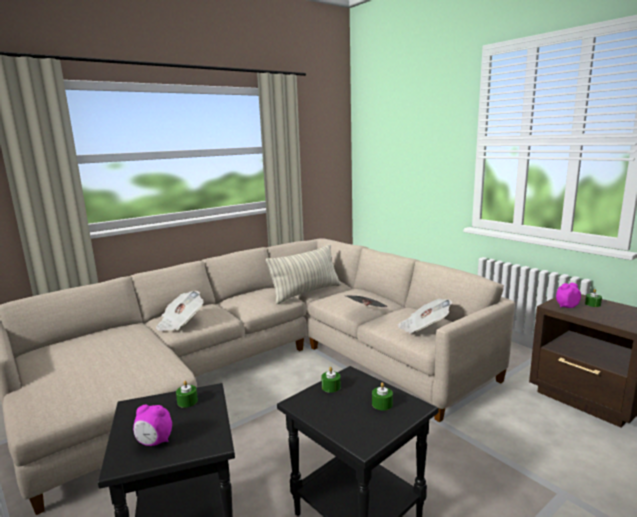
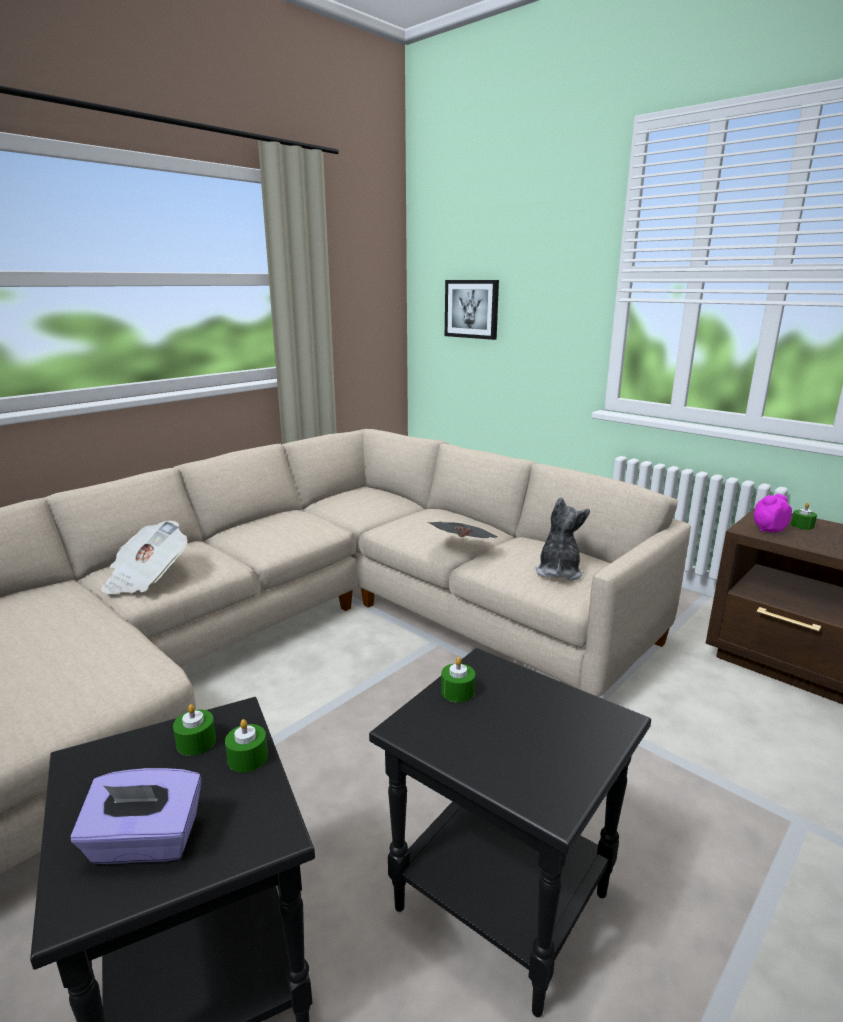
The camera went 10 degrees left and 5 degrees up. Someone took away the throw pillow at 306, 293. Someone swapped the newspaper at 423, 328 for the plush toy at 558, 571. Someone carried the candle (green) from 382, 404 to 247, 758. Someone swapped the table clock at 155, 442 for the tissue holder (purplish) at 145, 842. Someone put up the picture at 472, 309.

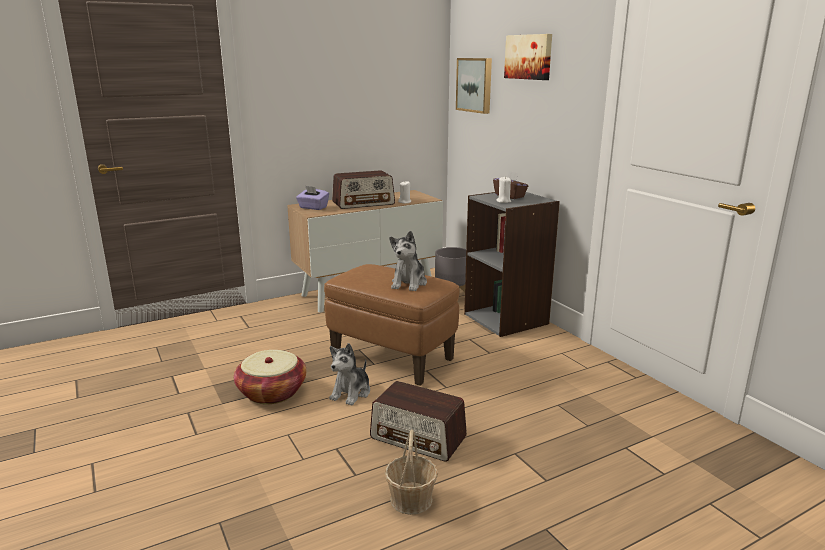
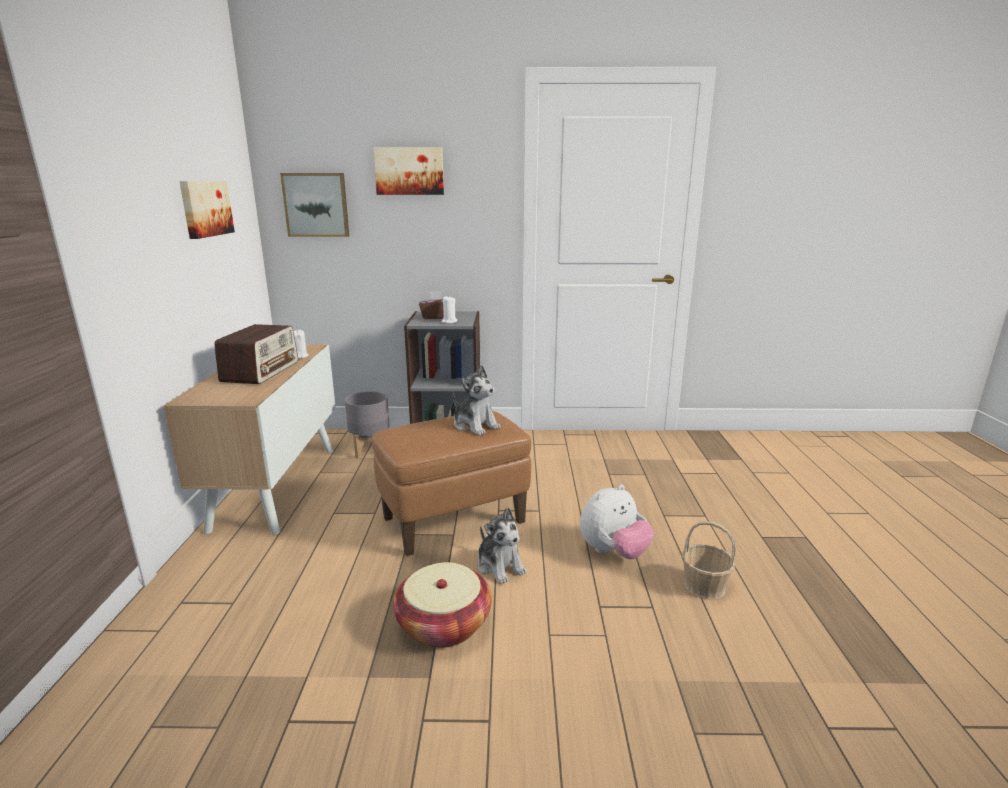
The camera went 60 degrees left and 0 degrees up. Someone took away the tissue holder (purplish) at 313, 207. Someone swapped the radio at 418, 438 for the plush toy at 613, 552. Someone put up the picture at 205, 208.

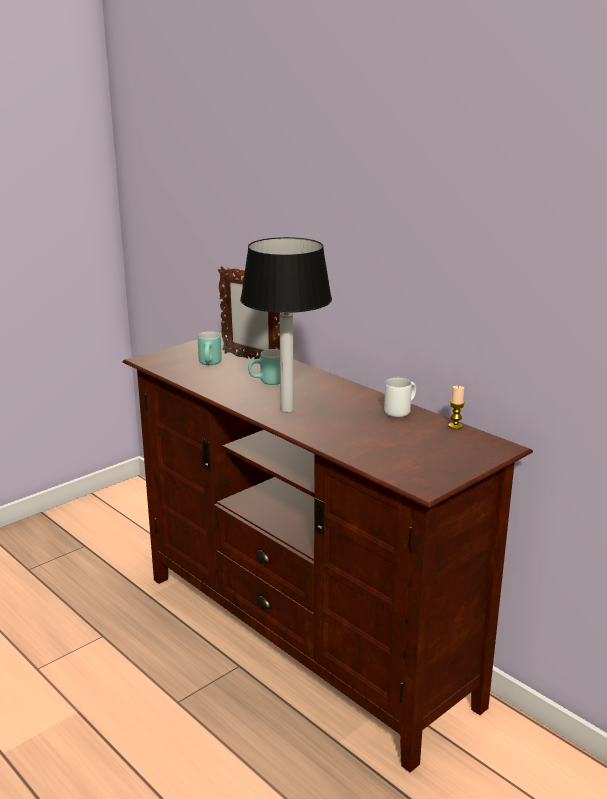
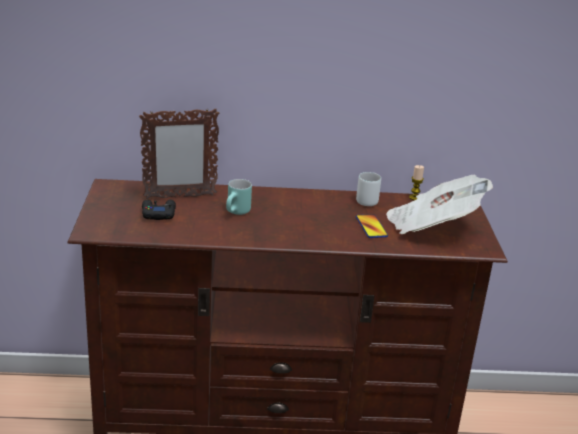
The camera went 50 degrees left and 5 degrees up. Someone took away the table lamp at 286, 409. Someone swapped the coffee mug (turquoise) at 211, 364 for the game controller (blackish) at 158, 214. Someone put down the newspaper at 432, 226. Someone put down the phone at 371, 227.

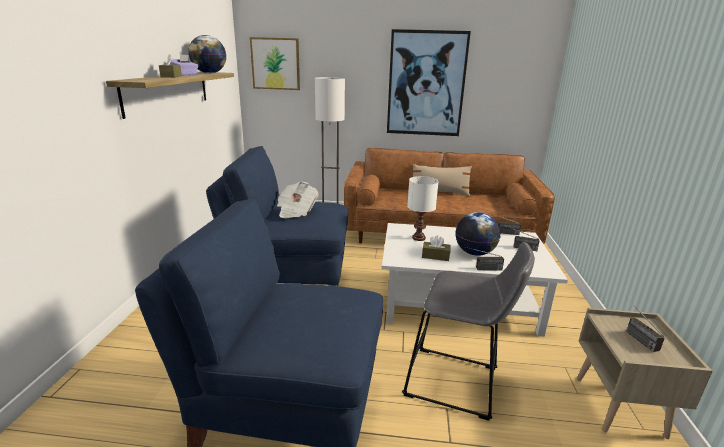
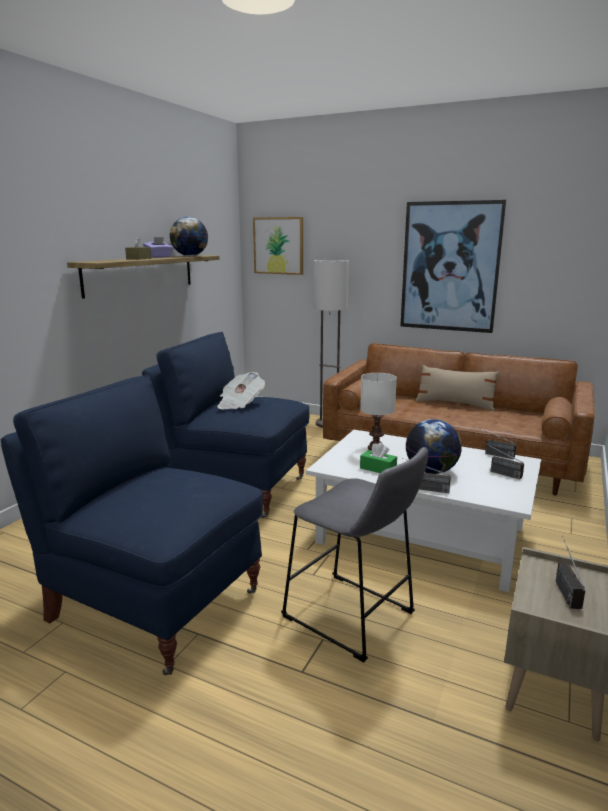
The camera went 20 degrees right and 5 degrees down. Someone repainted the tissue holder (brownish) at 435, 256, which became the tissue holder (green) at 378, 469.

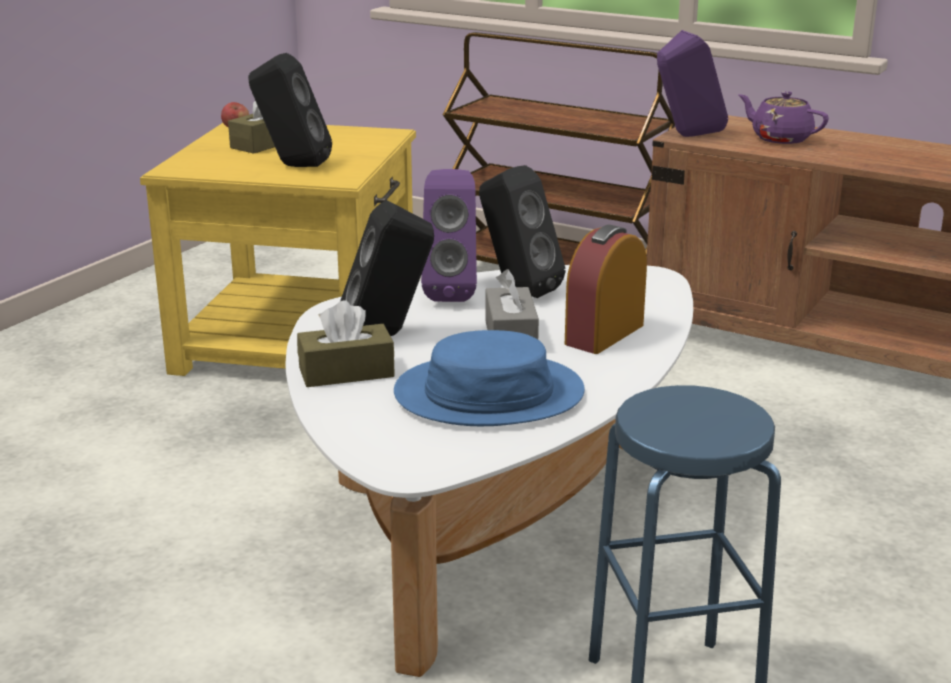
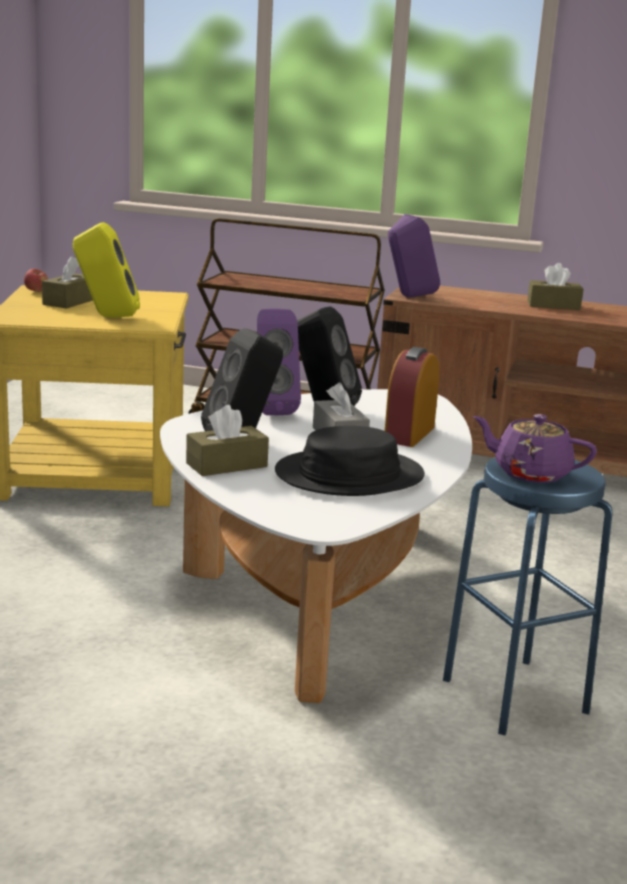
The camera went 15 degrees left and 5 degrees down. Someone repainted the loudspeaker (blackish) at 292, 166, which became the loudspeaker (yellow) at 106, 317. Someone carried the teapot (purplish) from 780, 138 to 530, 473. Someone repainted the wearable hat (bluish) at 489, 394, which became the wearable hat (blackish) at 349, 475. Someone put down the tissue holder (brownish) at 553, 305.

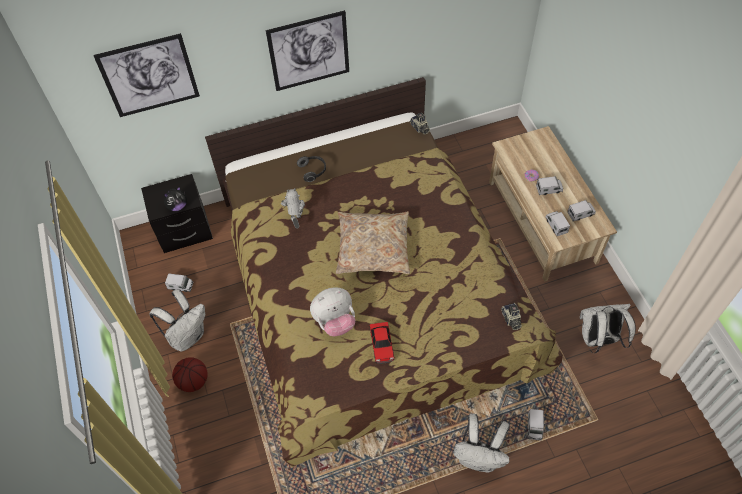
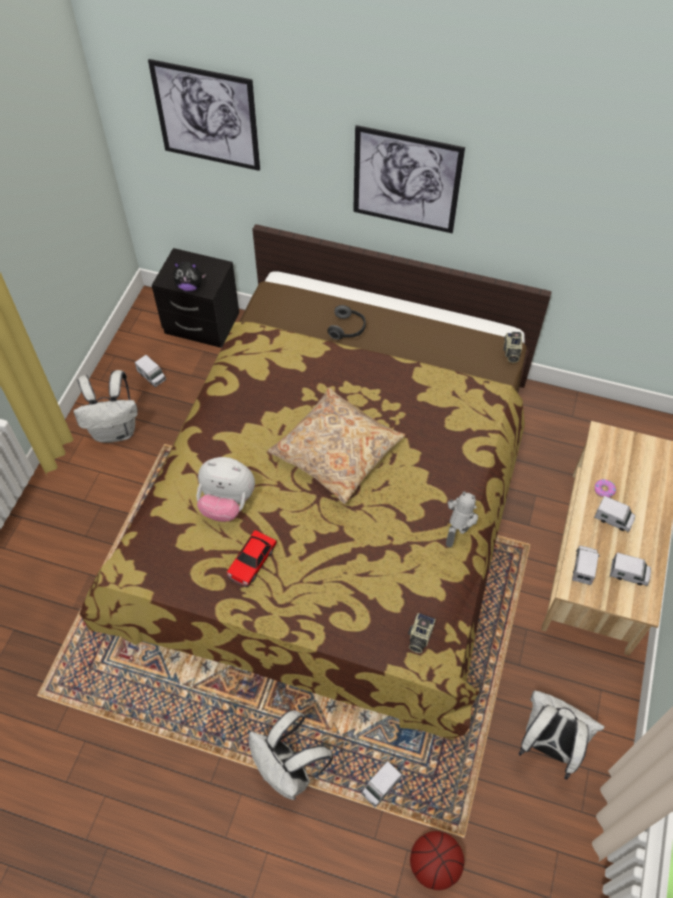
The camera went 35 degrees right and 0 degrees up. Someone carried the model robot from 296, 220 to 456, 533. Someone carried the basketball ball from 193, 381 to 434, 865.

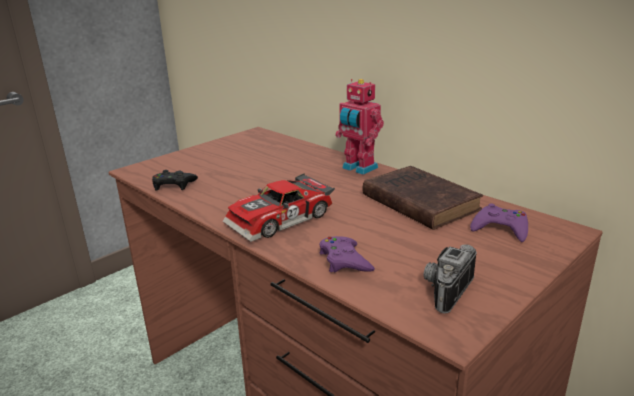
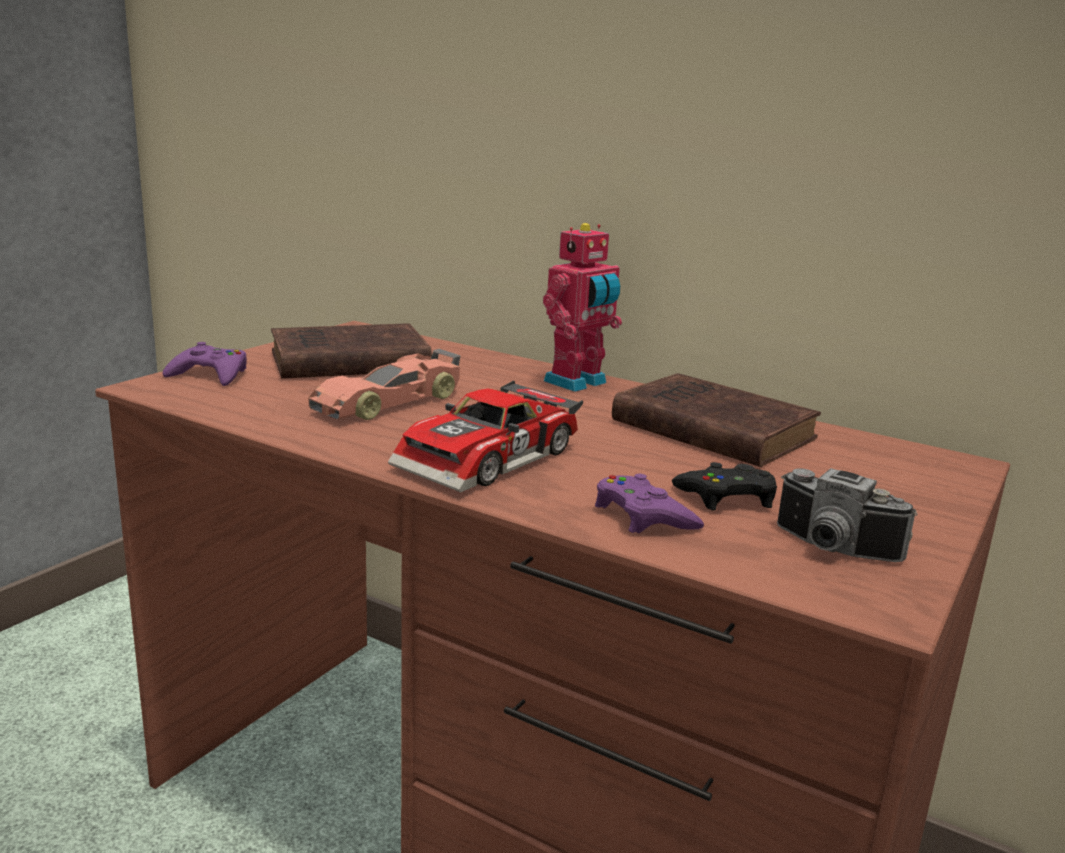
The camera went 15 degrees left and 5 degrees down. Someone rotated the model robot at 358, 168 by 75 degrees counterclockwise. Someone carried the game controller (blackish) from 173, 185 to 727, 497. Someone carried the game controller (purplish) from 500, 228 to 210, 374. Someone rotated the photo camera at 443, 289 by 75 degrees counterclockwise. Someone put down the bound book (brownish) at 345, 362. Someone put down the miniature car at 390, 402.

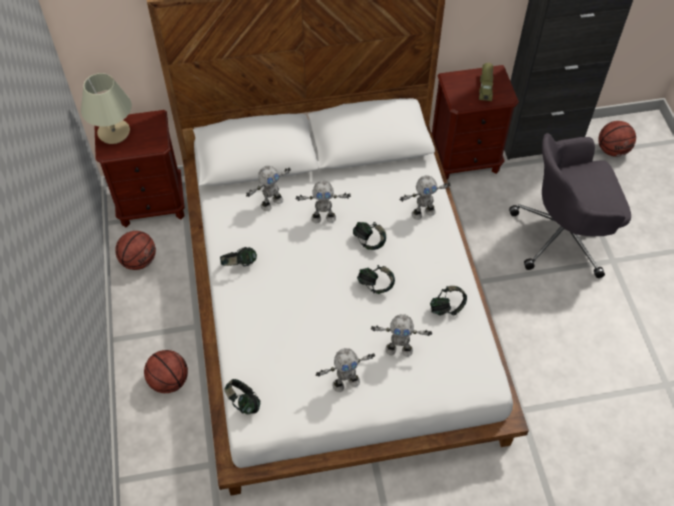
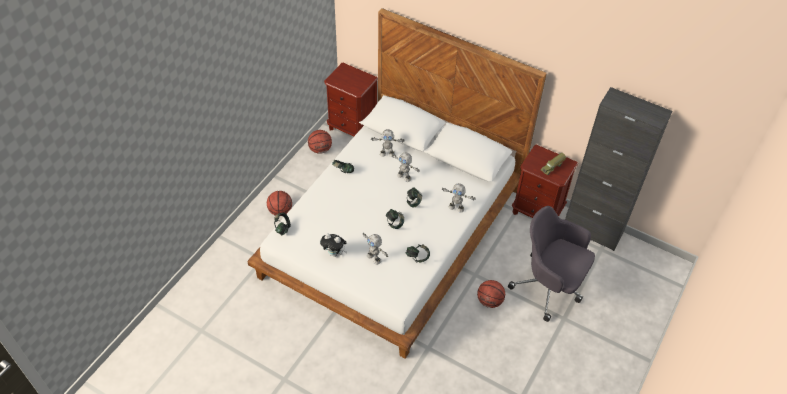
The camera went 40 degrees right and 5 degrees down. Someone took away the table lamp (sand-coloured) at 113, 132. Someone carried the basketball ball from 612, 150 to 489, 301. Someone swapped the model robot at 345, 382 for the plush toy at 334, 253.

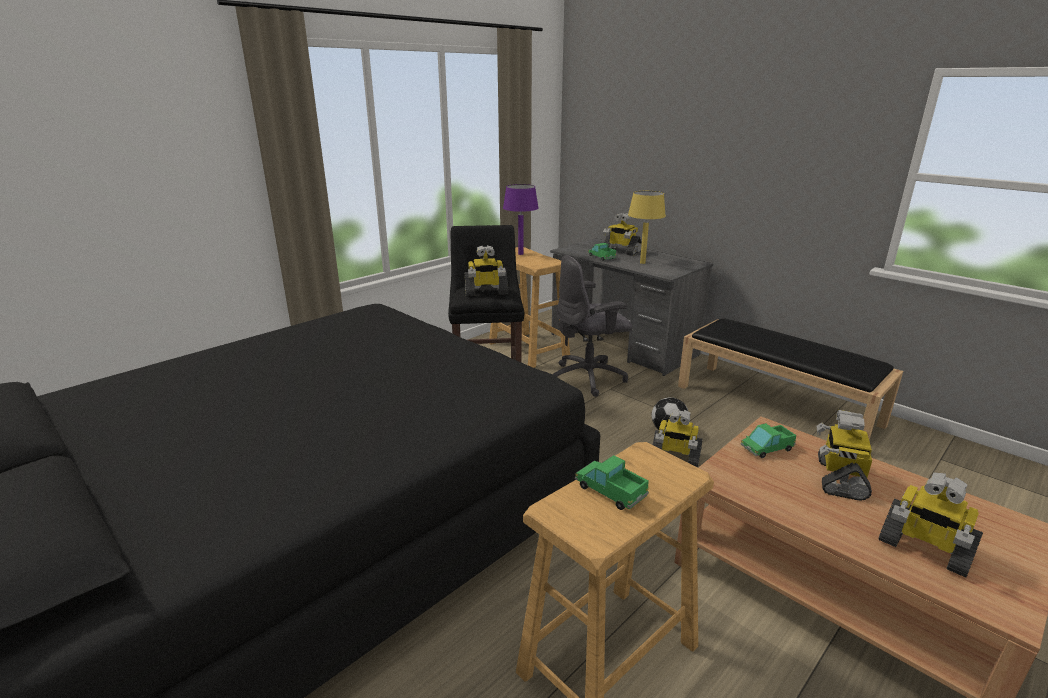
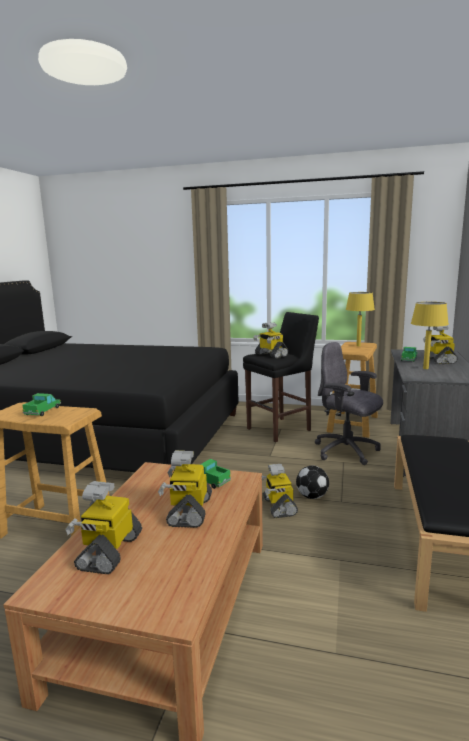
The camera went 60 degrees right and 10 degrees down. Someone repainted the table lamp (purplish) at 520, 254, which became the table lamp (yellow) at 358, 345. Someone rotated the model robot at 839, 478 by 75 degrees counterclockwise.

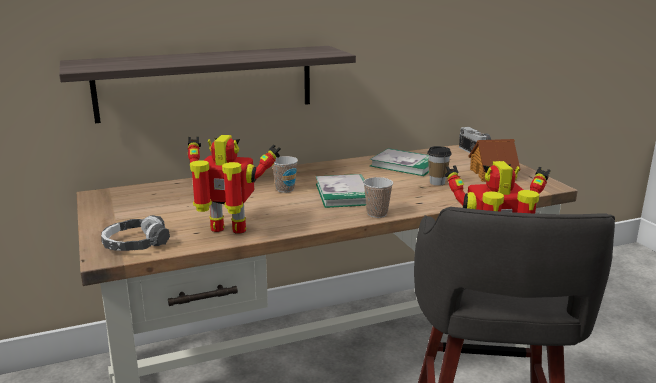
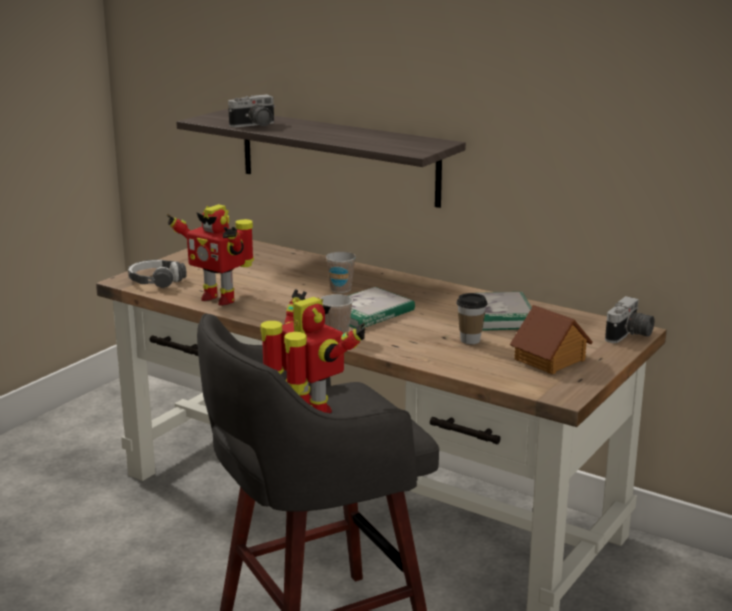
The camera went 55 degrees right and 0 degrees up. Someone rotated the model robot at 229, 231 by 150 degrees clockwise. Someone put down the photo camera at 255, 126.

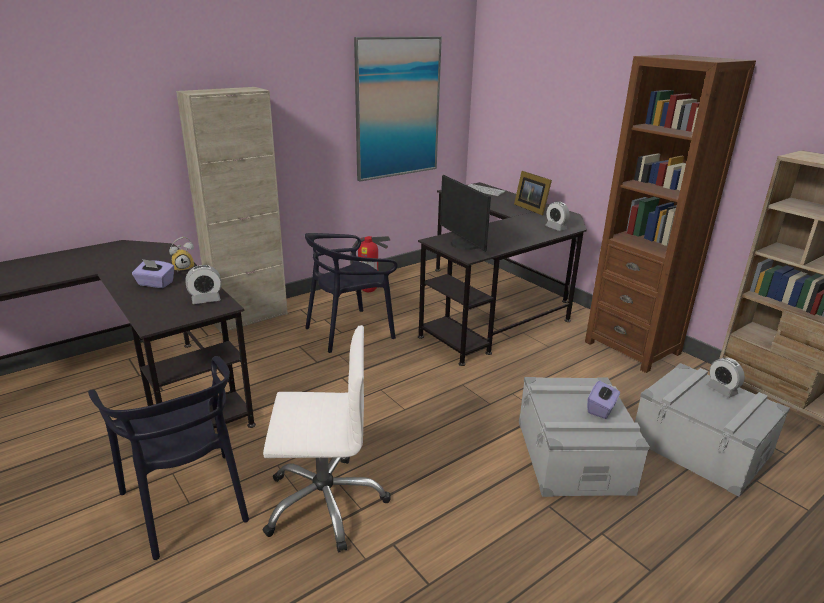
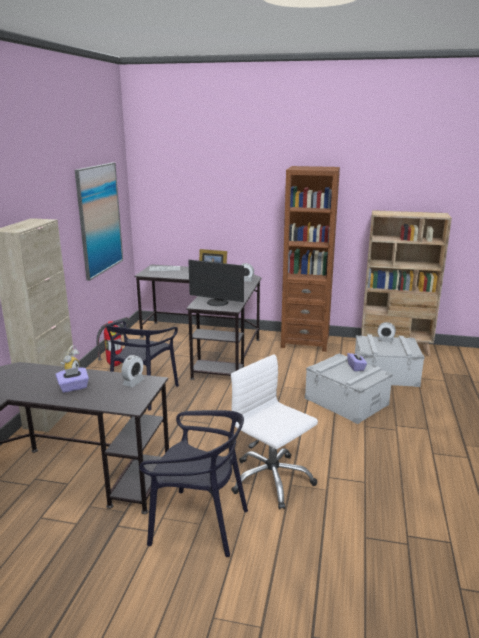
The camera went 40 degrees left and 5 degrees down. Someone rotated the office chair (whitish) at 325, 502 by 90 degrees counterclockwise.

